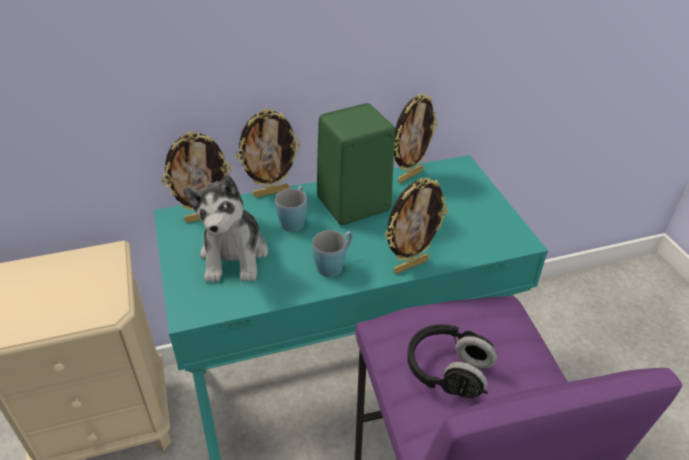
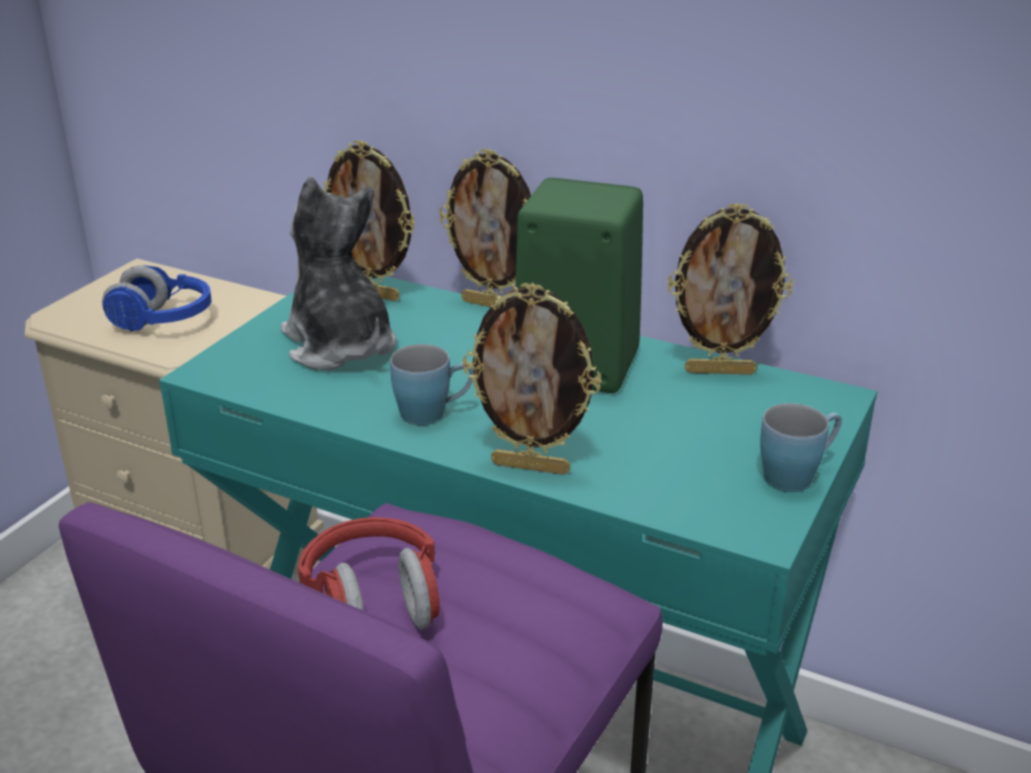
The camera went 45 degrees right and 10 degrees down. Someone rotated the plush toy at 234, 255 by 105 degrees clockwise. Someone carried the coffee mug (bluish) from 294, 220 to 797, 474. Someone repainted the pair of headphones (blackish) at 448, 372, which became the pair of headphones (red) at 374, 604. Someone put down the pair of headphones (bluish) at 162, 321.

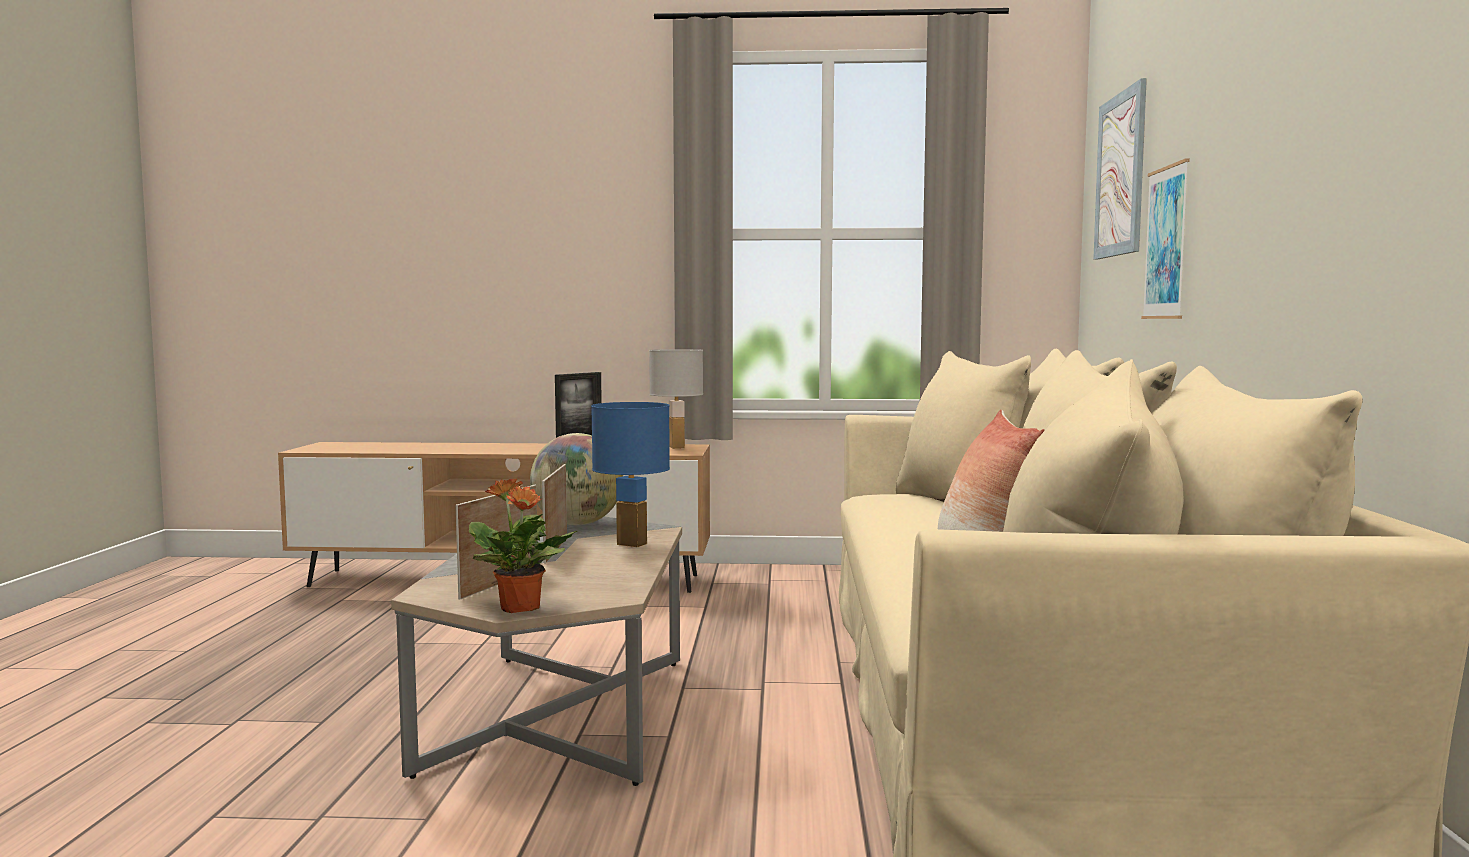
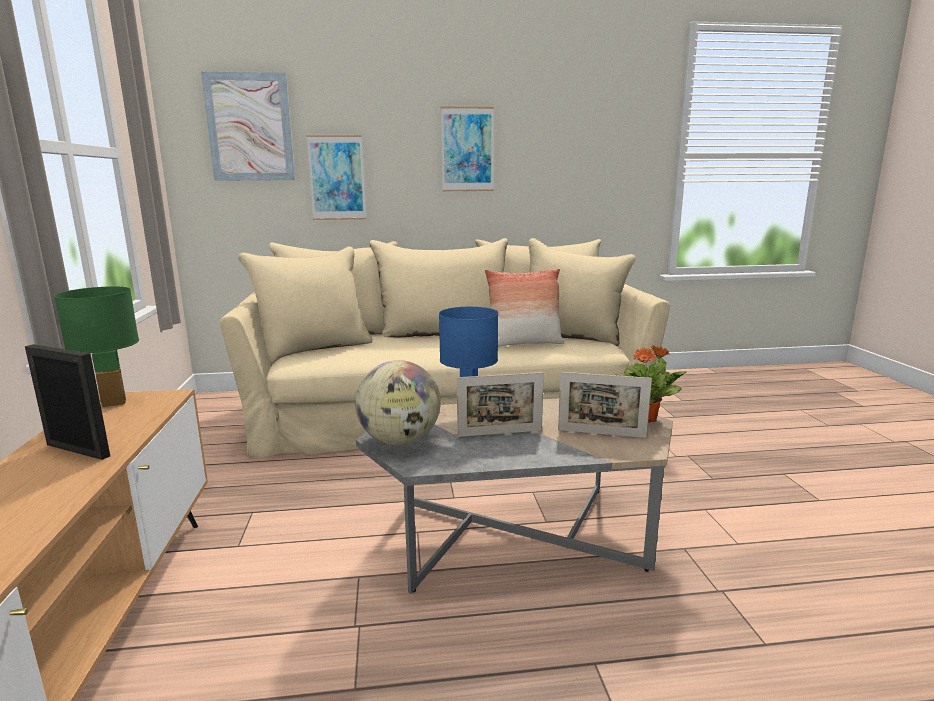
The camera went 100 degrees left and 10 degrees up. Someone repainted the table lamp (whitish) at 677, 447, which became the table lamp (green) at 114, 403. Someone put up the picture at 467, 149.

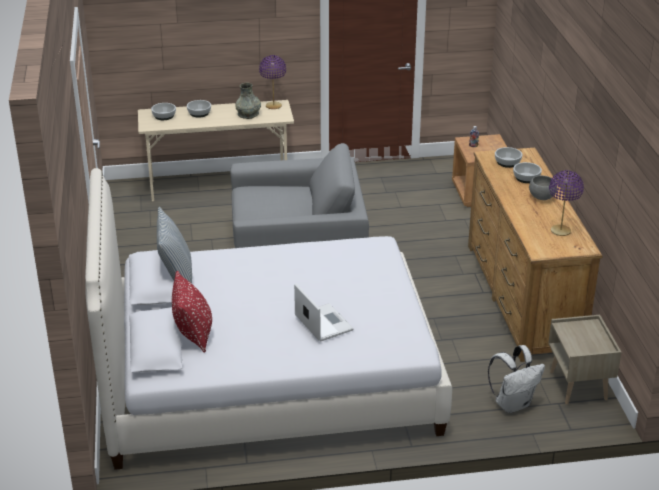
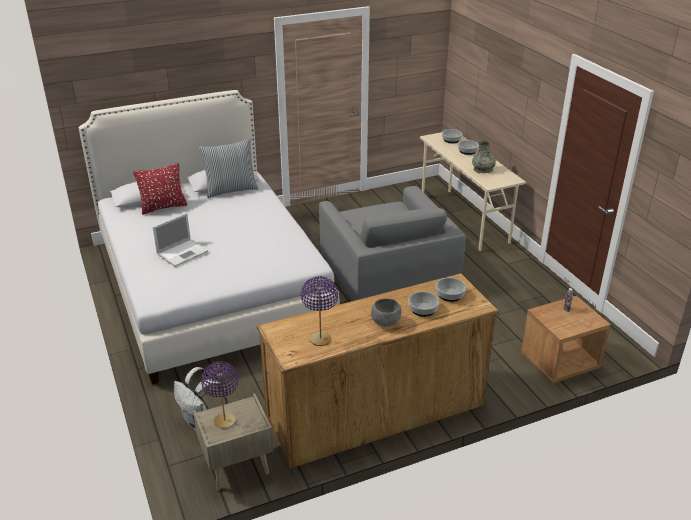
The camera went 75 degrees right and 0 degrees up. Someone carried the table lamp (purplish) from 273, 106 to 225, 421.

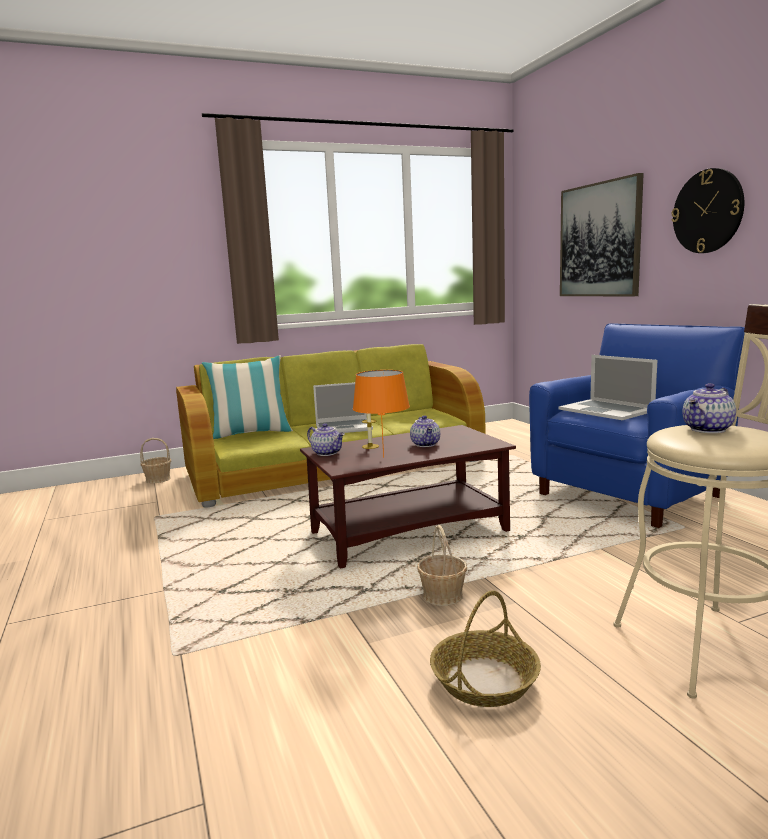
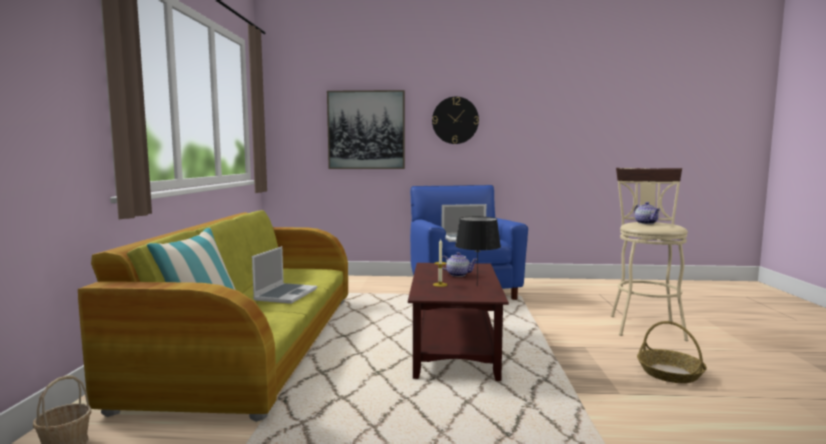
The camera went 65 degrees left and 5 degrees down. Someone repainted the table lamp (orangey) at 384, 457, which became the table lamp (blackish) at 477, 286. Someone took away the teapot at 327, 453. Someone took away the household basket at 442, 595.

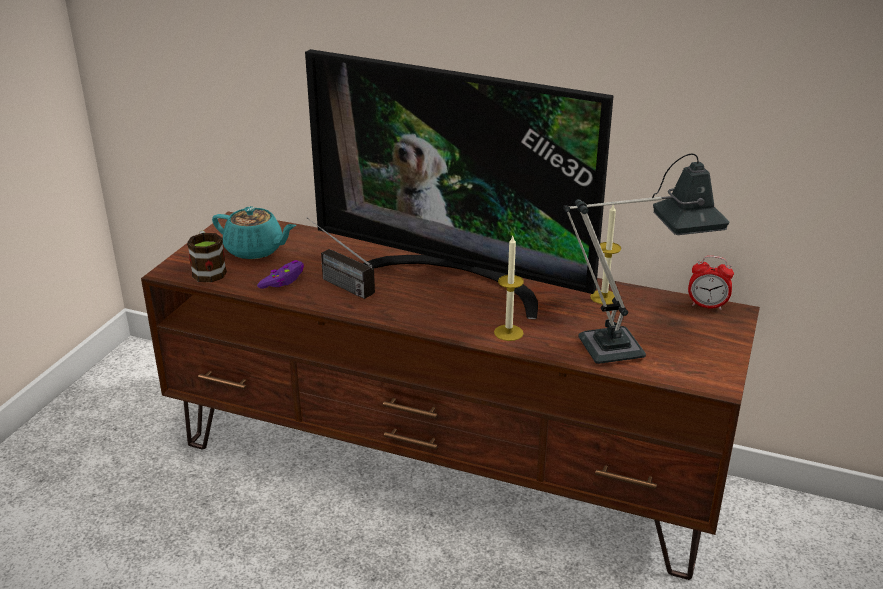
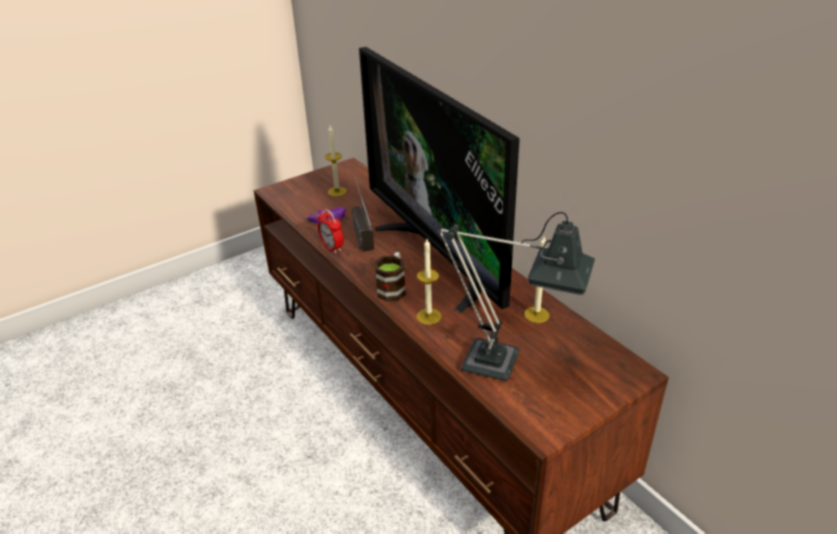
The camera went 35 degrees right and 5 degrees up. Someone swapped the teapot (turquoise) at 255, 250 for the candle at 337, 191. Someone carried the coffee mug from 208, 270 to 393, 288. Someone carried the table clock from 707, 306 to 332, 248.

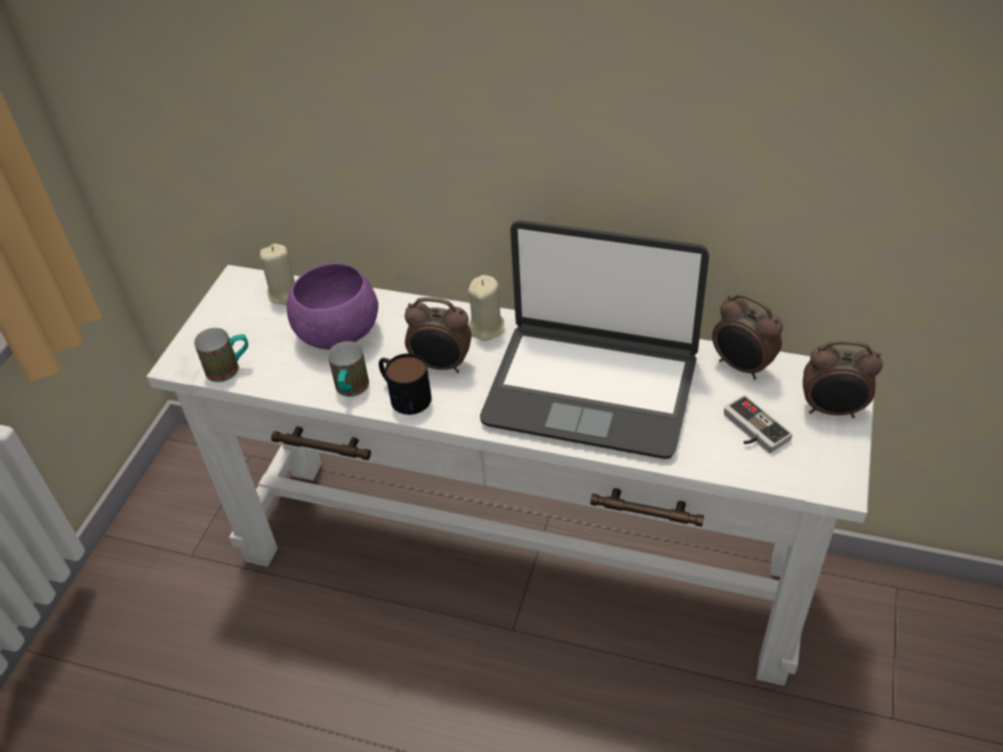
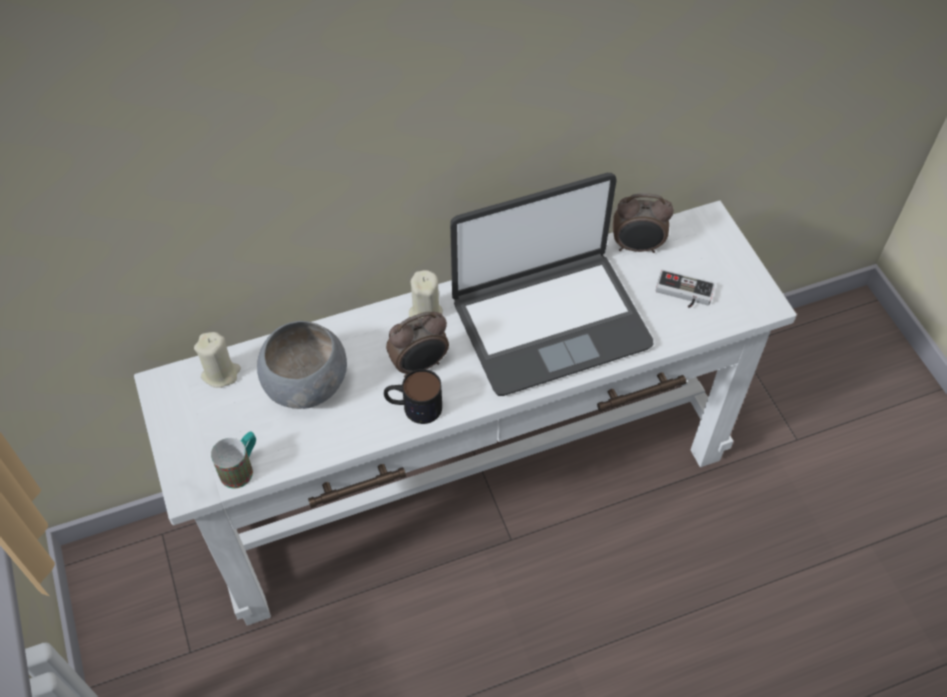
The camera went 40 degrees left and 10 degrees up. Someone repainted the deep dish (purplish) at 336, 332, which became the deep dish (gray) at 304, 384. Someone took away the table clock at 832, 410. Someone took away the coffee mug at 351, 390.

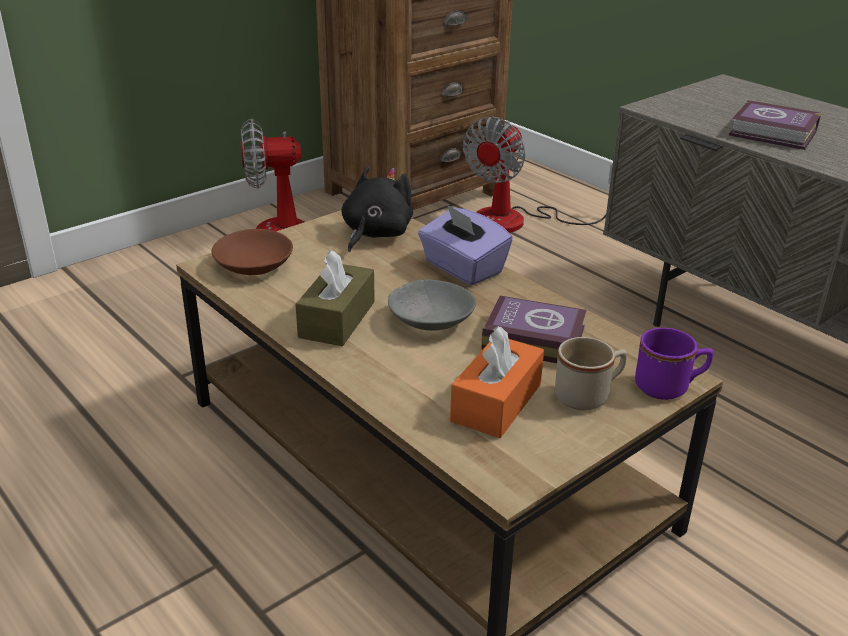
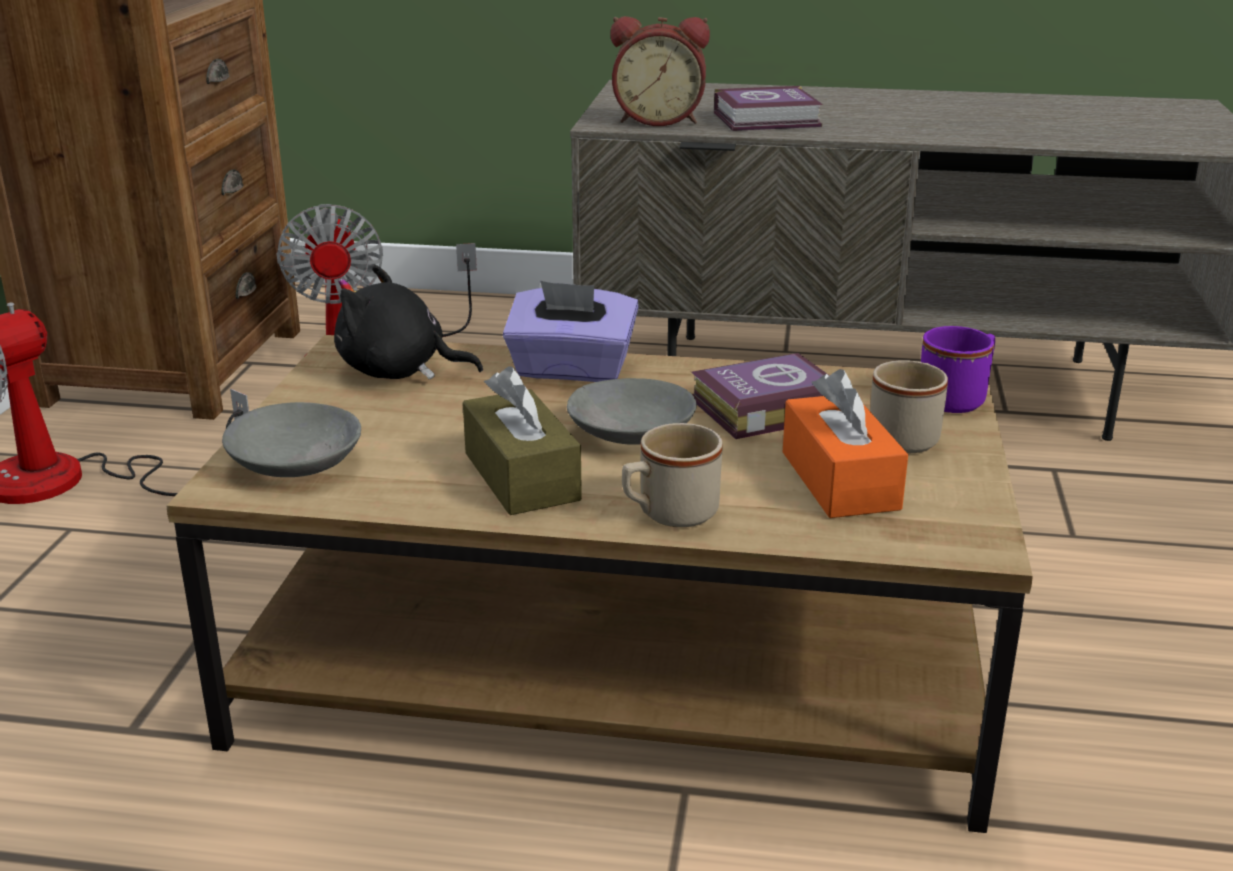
The camera went 40 degrees left and 5 degrees down. Someone rotated the plush toy (blackish) at 375, 234 by 60 degrees counterclockwise. Someone repainted the deep dish (brownish) at 254, 266, which became the deep dish (gray) at 297, 463. Someone put down the table clock at 659, 120. Someone put down the coffee mug (sand-coloured) at 668, 514.

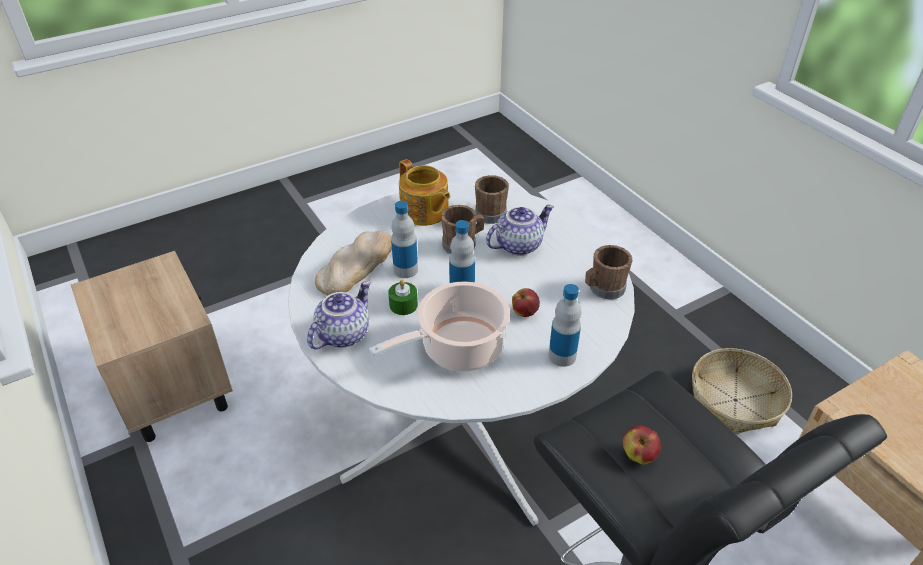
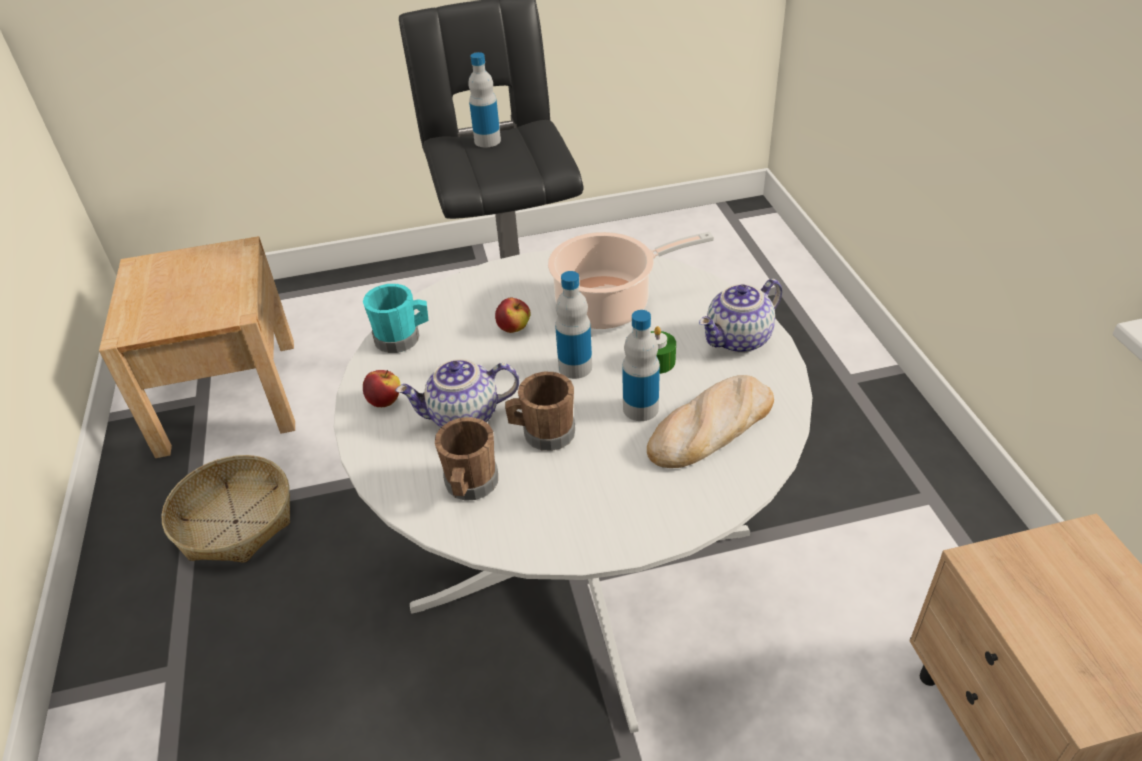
The camera went 160 degrees left and 0 degrees up. Someone took away the teapot at 424, 212. Someone repainted the coffee mug (brownish) at 603, 289, which became the coffee mug (turquoise) at 403, 338. Someone carried the drink bottle from 562, 356 to 487, 141. Someone carried the apple fruit from 638, 455 to 385, 401.

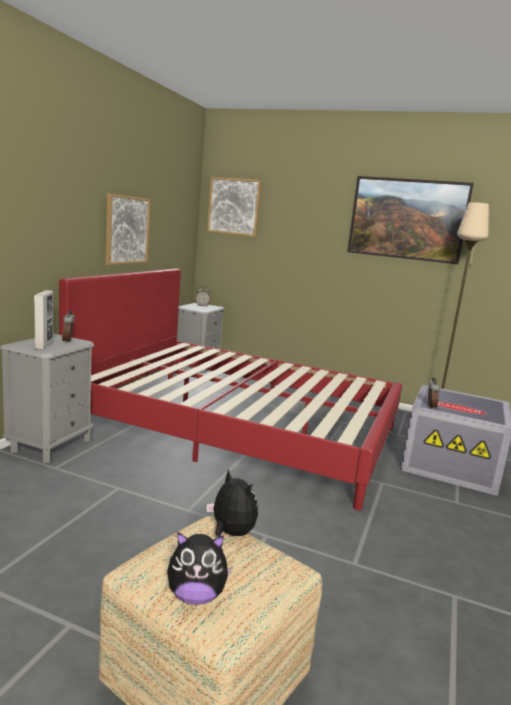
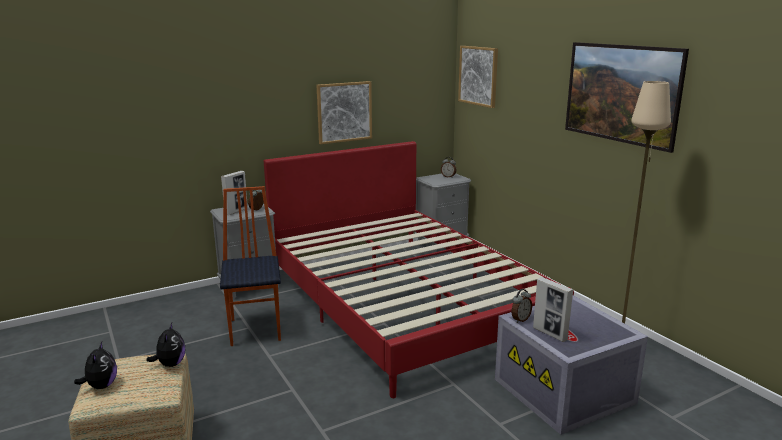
The camera went 40 degrees right and 5 degrees up. Someone rotated the plush toy at 196, 596 by 135 degrees counterclockwise. Someone put down the plain chair at 256, 329. Someone put down the picture frame at 550, 334.

